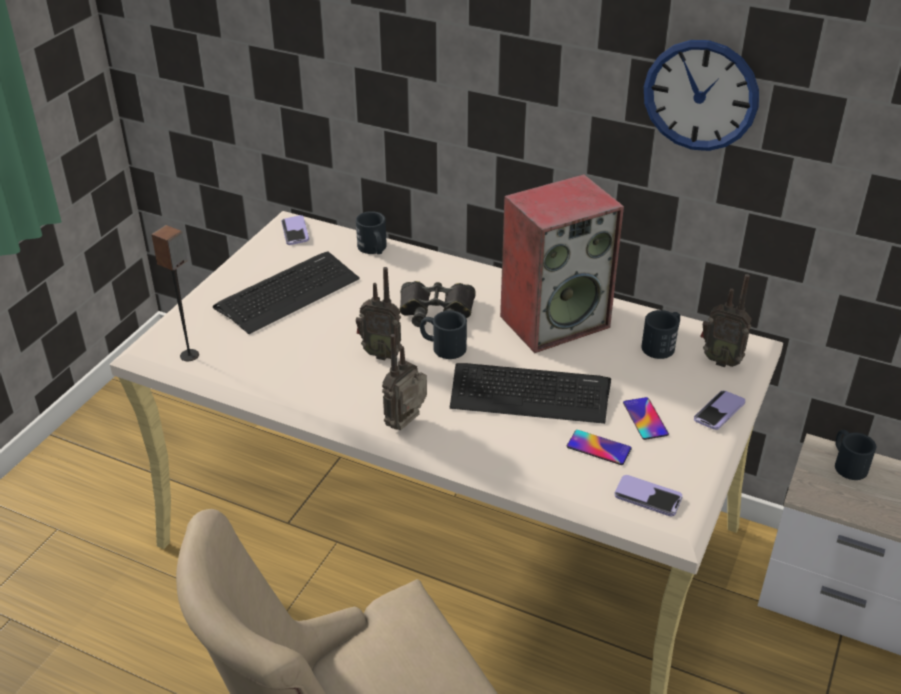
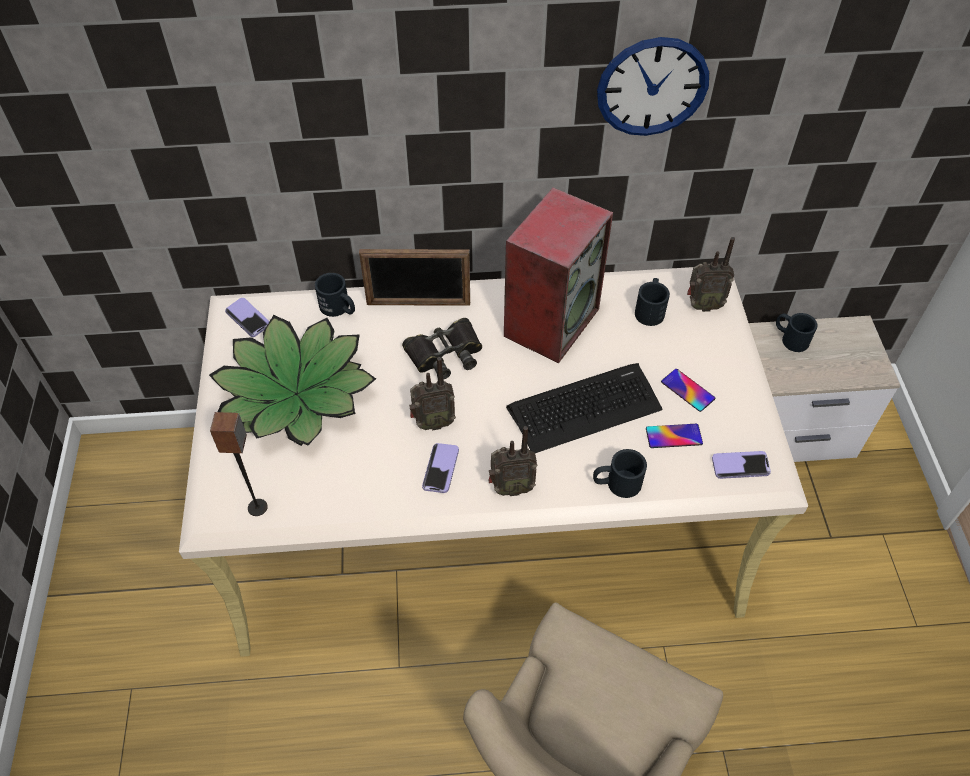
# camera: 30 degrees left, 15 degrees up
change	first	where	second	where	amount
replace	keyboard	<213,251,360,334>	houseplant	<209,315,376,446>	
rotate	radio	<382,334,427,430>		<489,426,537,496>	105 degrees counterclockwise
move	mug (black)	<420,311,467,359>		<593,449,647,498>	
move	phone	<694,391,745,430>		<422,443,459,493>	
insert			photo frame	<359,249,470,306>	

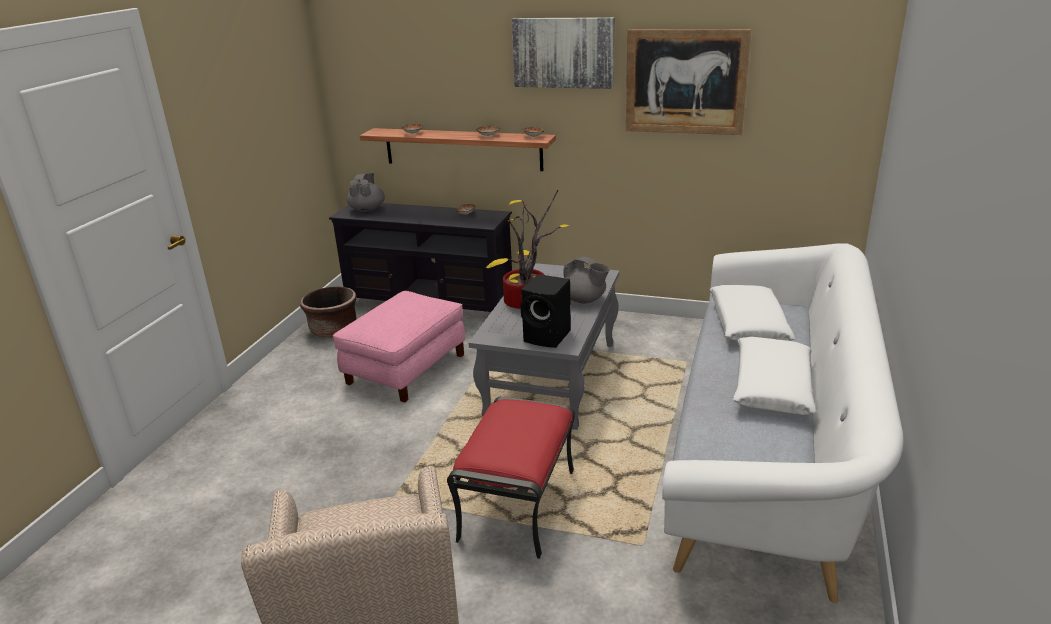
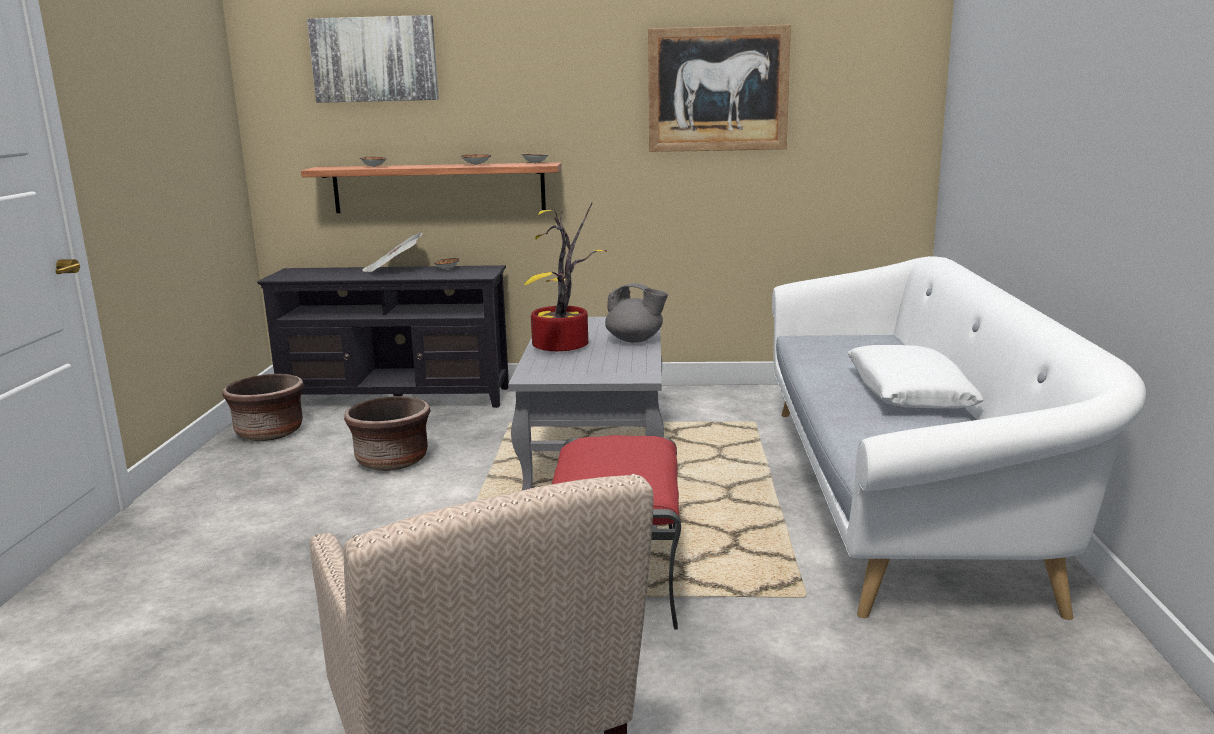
# camera: 15 degrees left, 10 degrees down
change	first	where	second	where	amount
replace	ottoman (pink)	<333,291,465,403>	planter (brownish)	<344,396,431,471>	
delete	pot for tea (grey)	<347,173,385,212>			
move	wall art	<511,17,615,89>		<307,15,439,103>	
delete	speaker (black)	<521,274,571,348>			
delete	pillow (white-coloured)	<710,285,795,341>			
insert			newspaper	<362,233,423,272>	

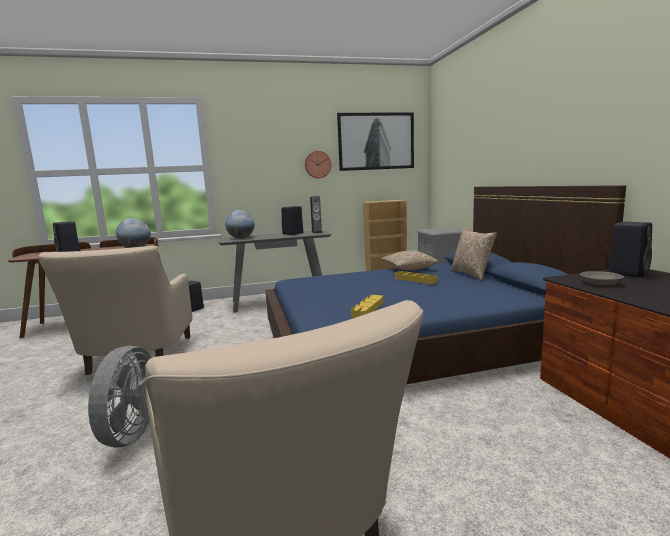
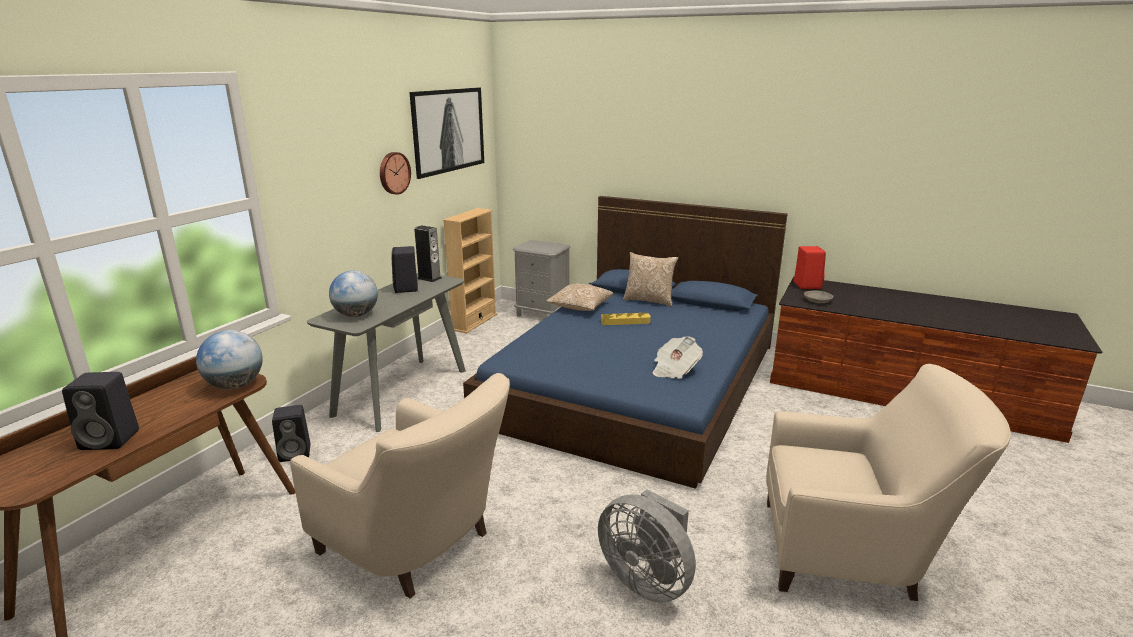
# camera: 50 degrees left, 10 degrees up
change	first	where	second	where	amount
replace	serving tray (yellow-coloured)	<351,295,383,318>	newspaper	<653,336,703,379>	
recolor	speaker (black)	<609,222,652,277>	speaker (reddish)	<794,246,826,289>	

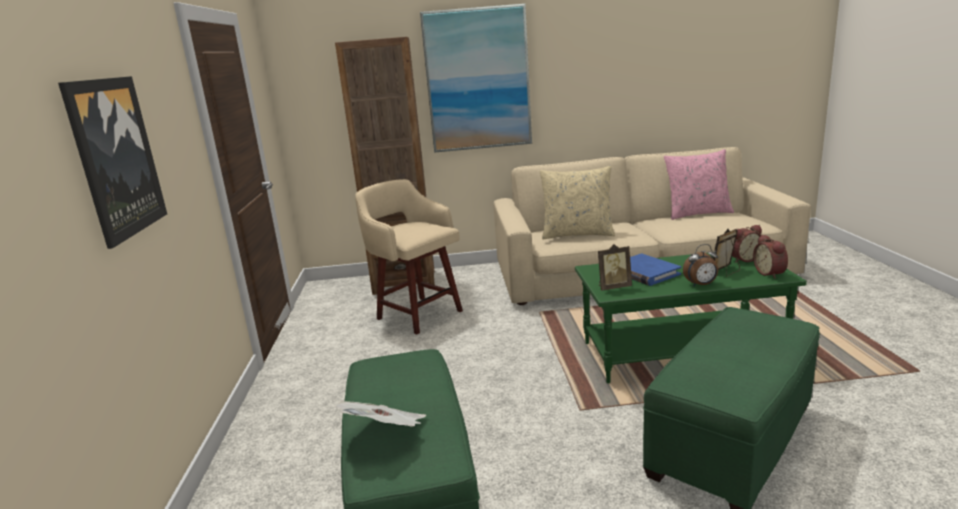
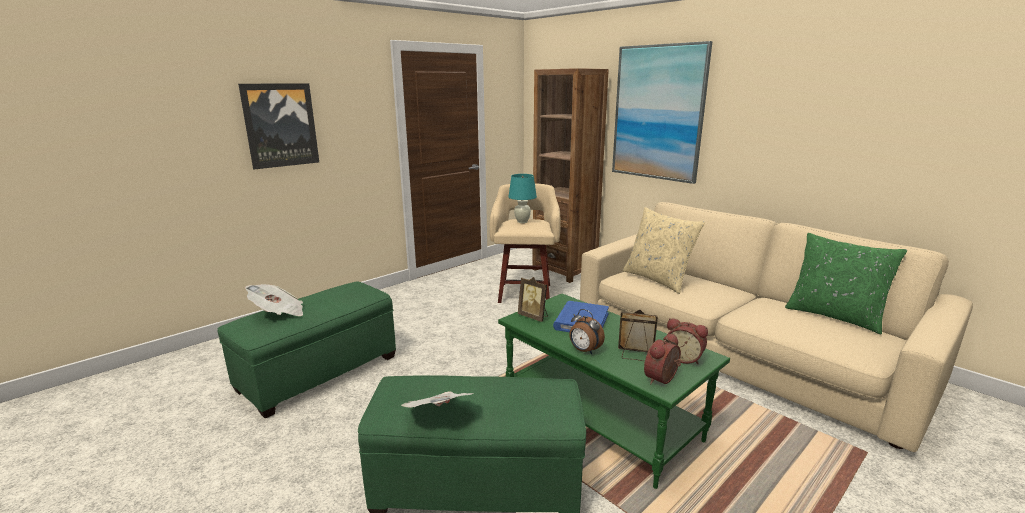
# camera: 50 degrees right, 0 degrees up
change	first	where	second	where	amount
recolor	pillow (pink)	<664,149,734,220>	pillow (green)	<785,233,907,334>	
insert			newspaper	<401,391,474,408>	
insert			lamp for a table (blue-green)	<508,174,537,223>	

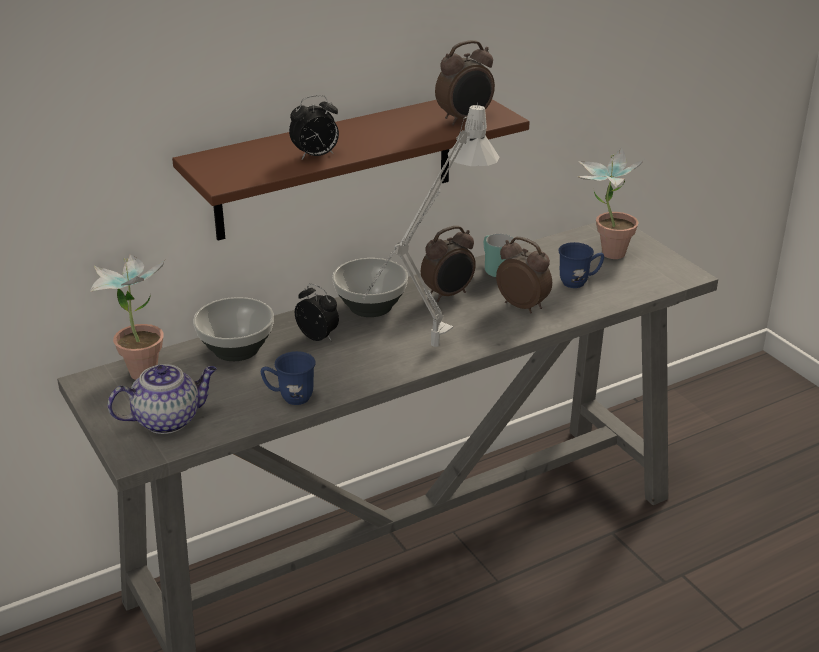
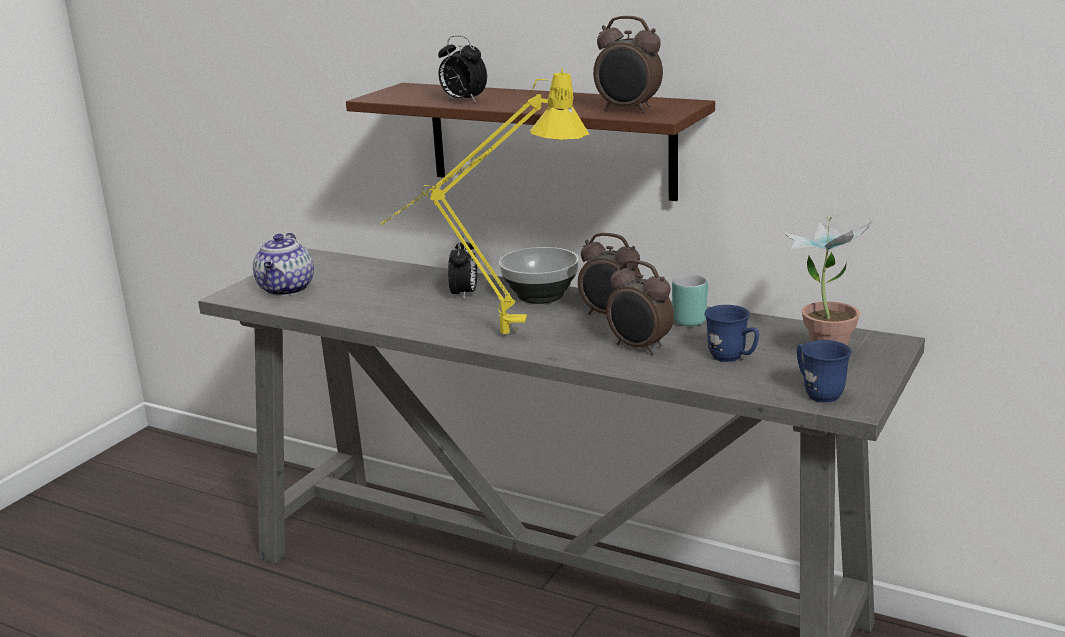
# camera: 60 degrees right, 10 degrees down
change	first	where	second	where	amount
delete	houseplant	<90,254,166,380>			
rotate	pot for tea	<108,364,217,434>		<253,233,314,296>	60 degrees clockwise
delete	serving bowl	<193,297,274,361>			
move	mug (bluish)	<260,351,315,405>		<797,340,852,403>	
recolor	lamp for a table (grey)	<363,104,499,347>	lamp for a table (yellow-coloured)	<380,69,589,334>	
rotate	table clock	<496,237,552,313>		<606,259,674,355>	120 degrees clockwise

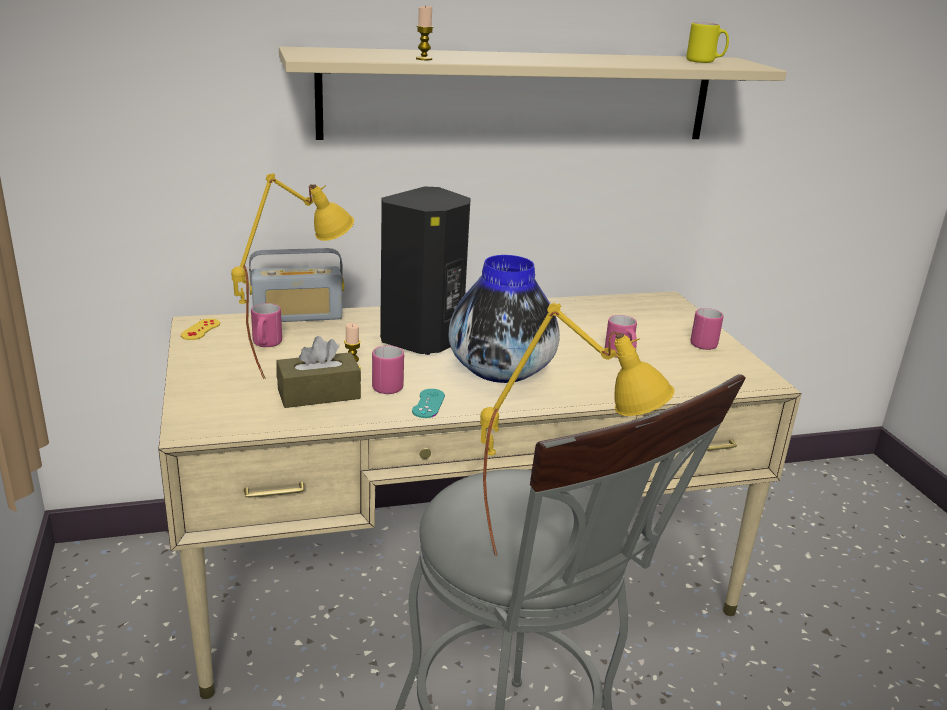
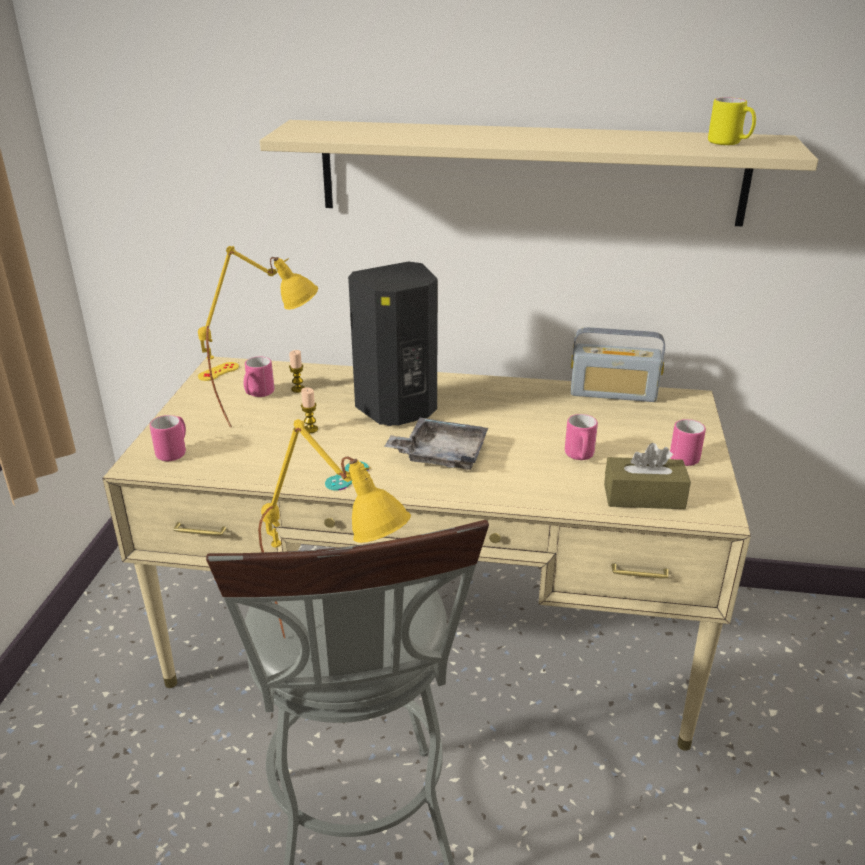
# camera: 25 degrees right, 5 degrees up
change	first	where	second	where	amount
move	radio	<249,248,344,322>		<571,327,665,402>	
move	tissue holder (brownish)	<276,336,361,408>		<604,443,691,509>	
move	mug (pink)	<372,346,404,394>		<150,415,186,461>	
move	wax light	<416,5,433,60>		<289,350,305,393>	
replace	decorative vase	<449,255,560,383>	serving tray (grey)	<384,418,488,470>	

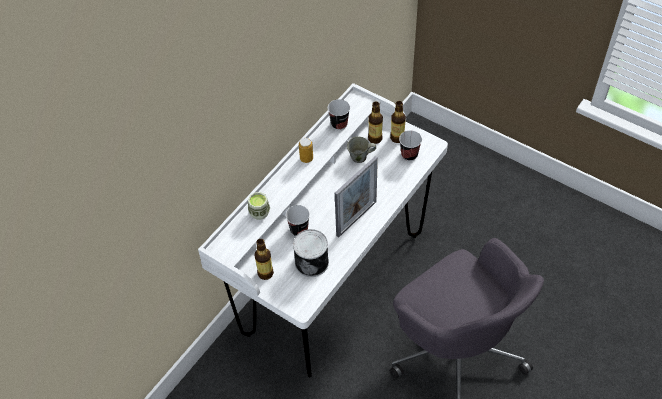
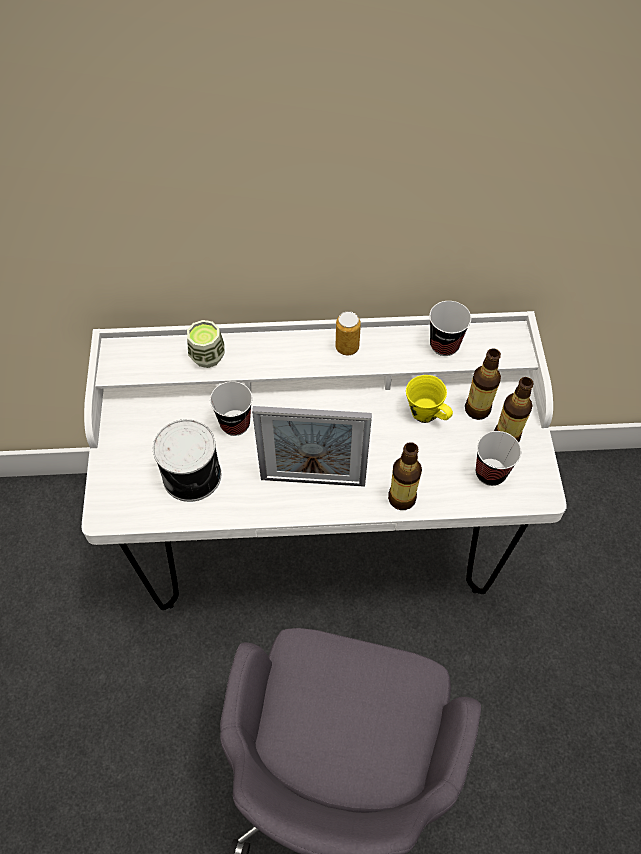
# camera: 50 degrees right, 5 degrees up
change	first	where	second	where	amount
move	drink bottle	<254,239,274,280>		<388,442,422,510>	
recolor	mug (grey)	<347,137,376,163>	mug (yellow-coloured)	<406,375,453,423>	

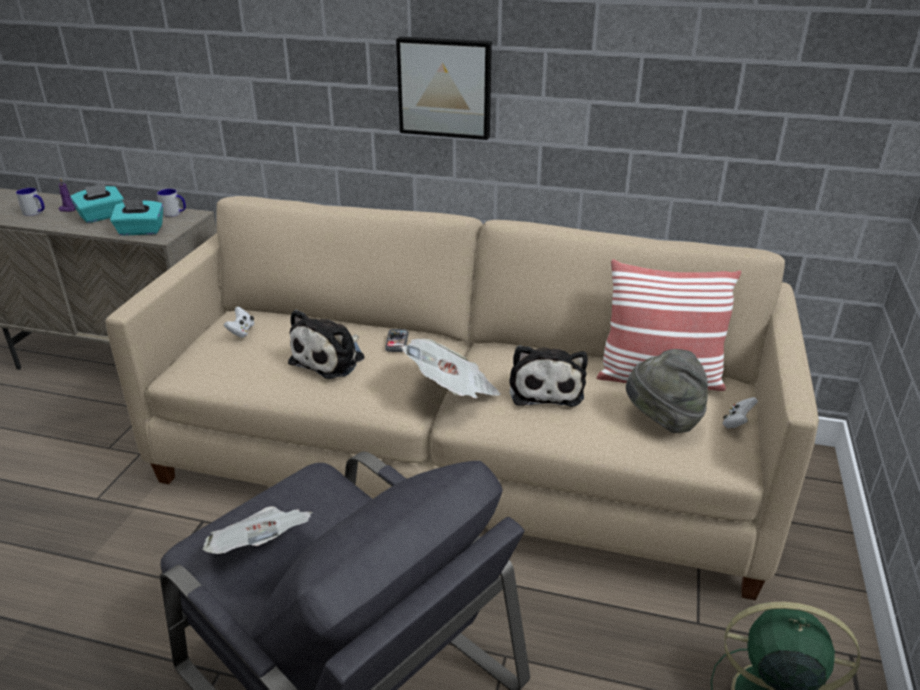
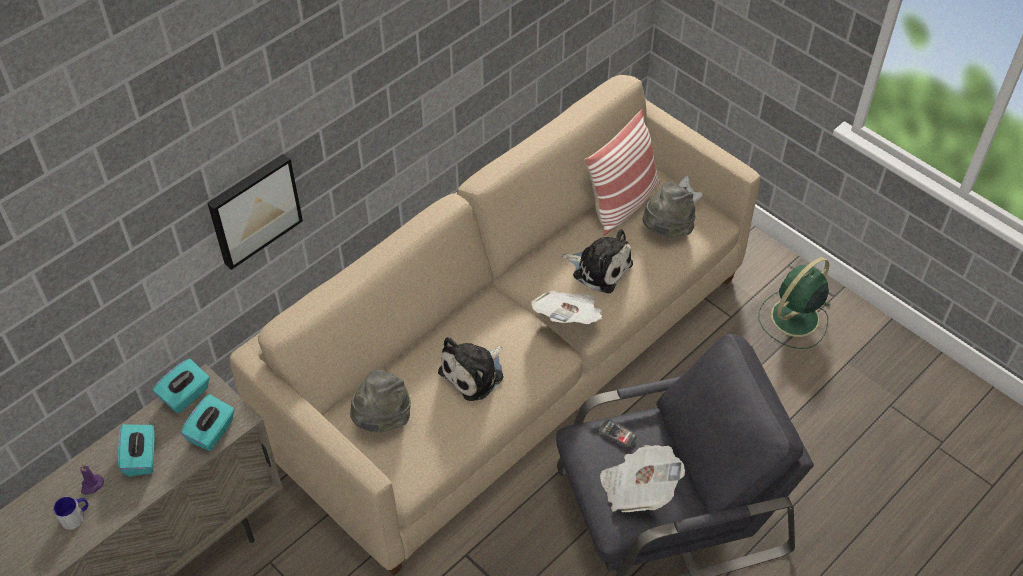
# camera: 60 degrees left, 20 degrees up
change	first	where	second	where	amount
replace	mug	<157,189,186,217>	tissue holder (blue-green)	<153,359,210,413>	
replace	game controller (white-coloured)	<224,306,254,338>	hat (grey)	<350,370,411,432>	
rotate	plush toy	<288,309,365,379>		<438,337,503,401>	75 degrees clockwise
move	phone	<385,329,409,352>		<599,420,637,447>	
move	wall art	<396,37,492,140>		<207,154,303,270>	

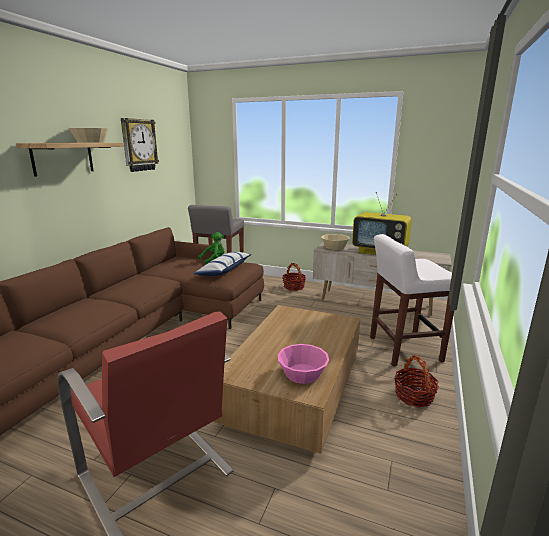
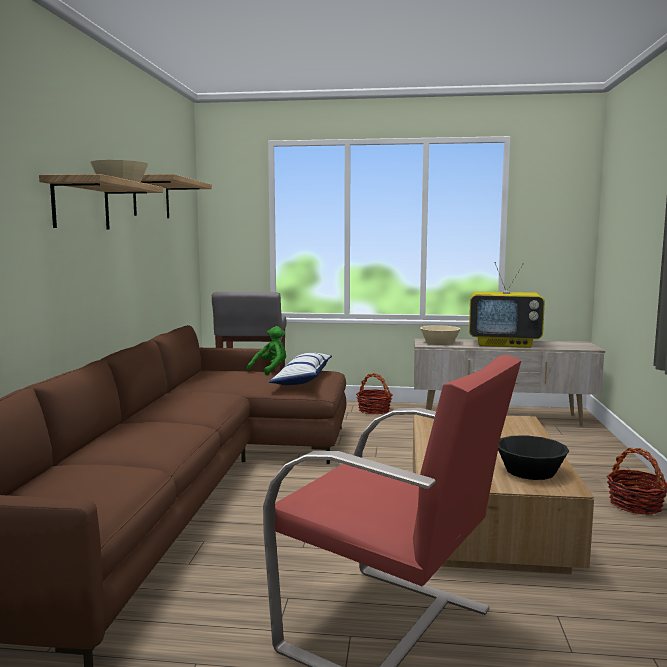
# camera: 15 degrees left, 10 degrees down
change	first	where	second	where	amount
replace	wall clock	<121,118,159,172>	shelf	<133,174,212,218>	
recolor	serving bowl (pink)	<278,344,329,384>	serving bowl (black)	<498,435,569,480>	
delete	stool (white-coloured)	<370,234,454,366>			

